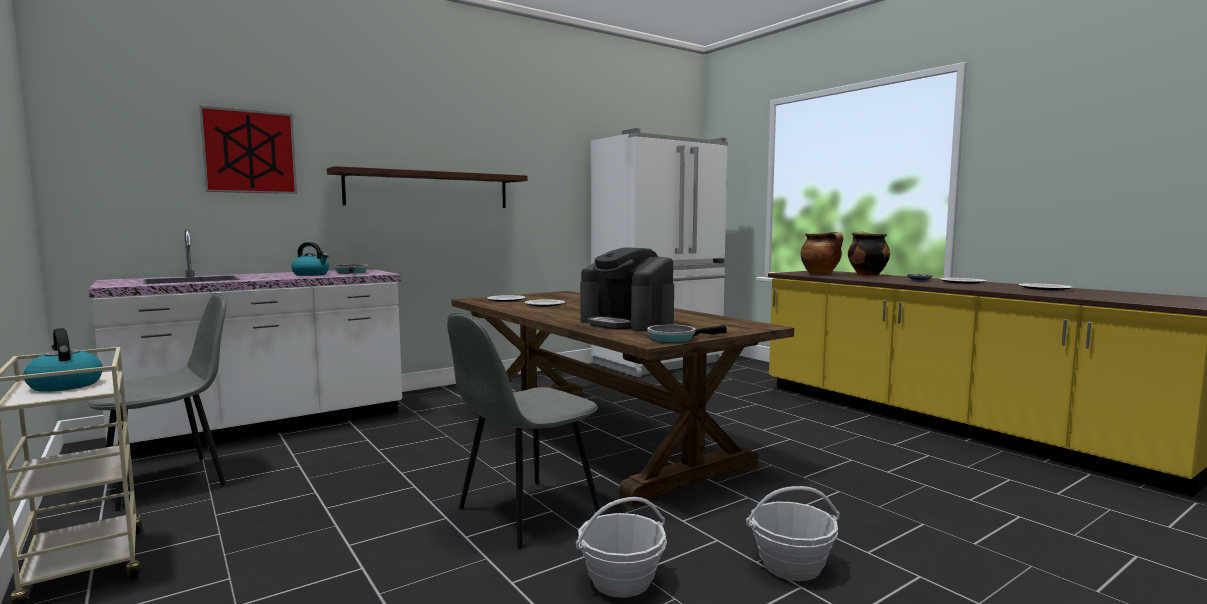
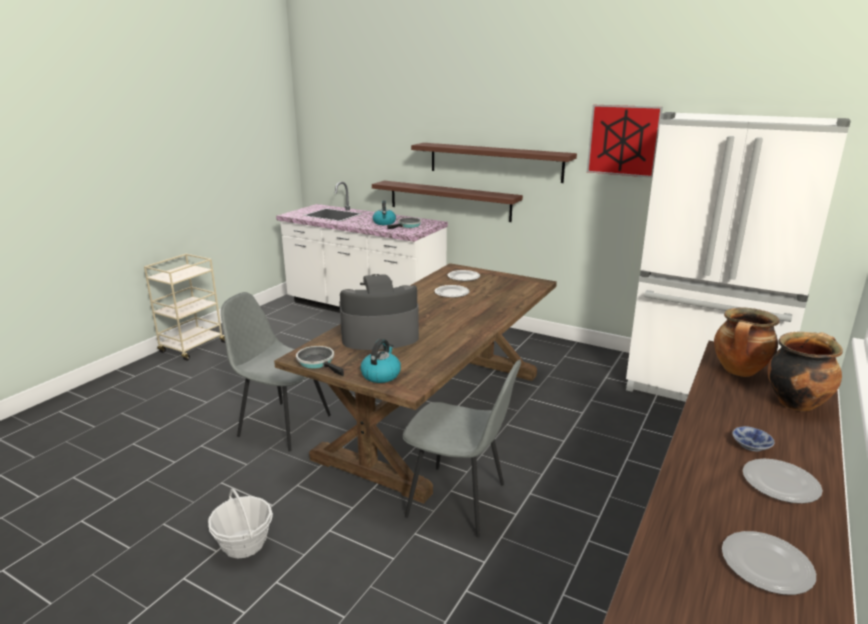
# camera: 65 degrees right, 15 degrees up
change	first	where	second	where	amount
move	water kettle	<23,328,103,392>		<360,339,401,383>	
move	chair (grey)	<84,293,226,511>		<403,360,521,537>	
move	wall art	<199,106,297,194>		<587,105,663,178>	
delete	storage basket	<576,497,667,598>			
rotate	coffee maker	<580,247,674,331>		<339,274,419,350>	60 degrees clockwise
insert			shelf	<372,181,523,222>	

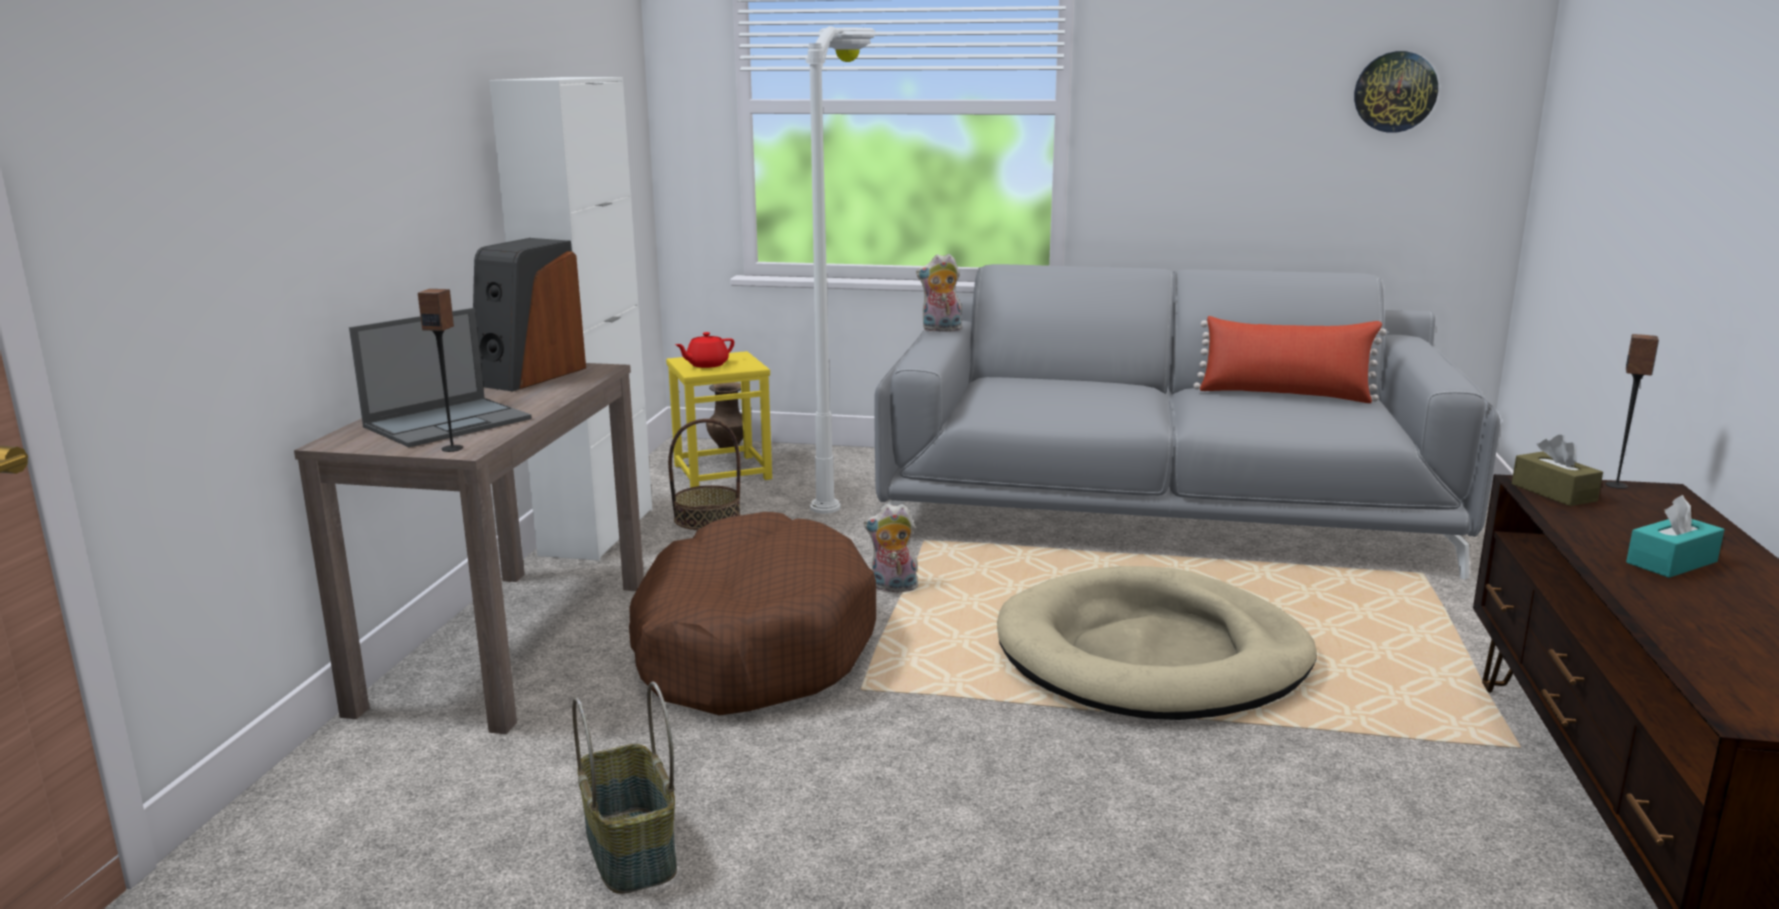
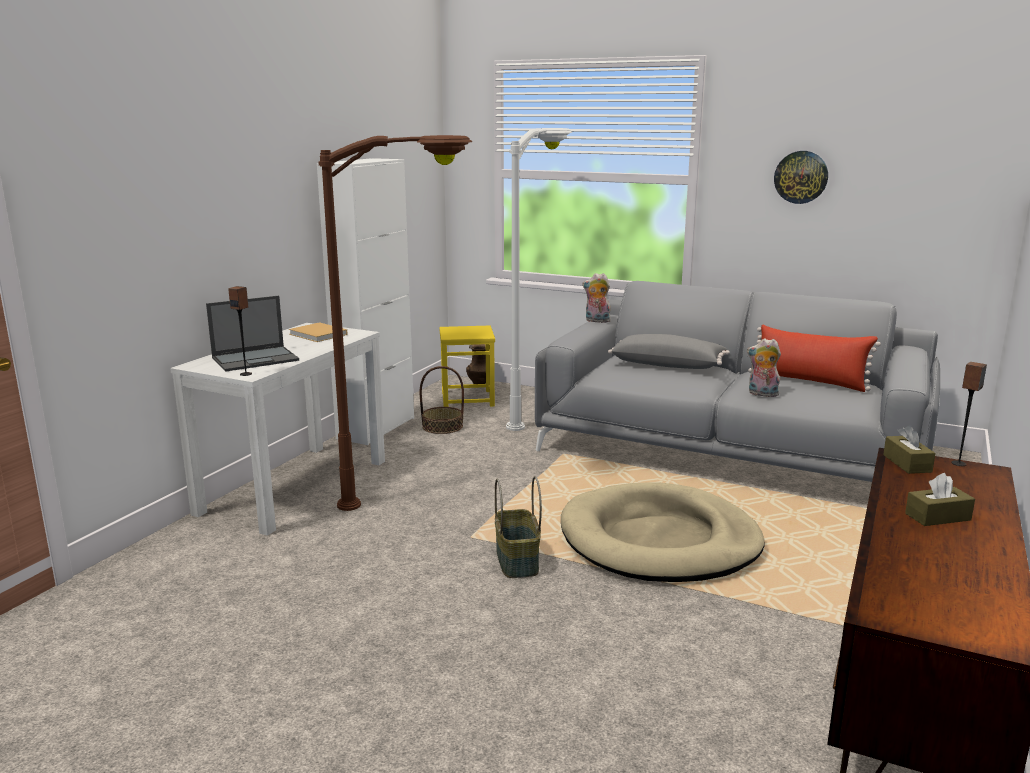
# camera: 15 degrees right, 0 degrees up
change	first	where	second	where	amount
recolor	console table (brownish)	<294,363,644,734>	console table (white-coloured)	<170,323,385,536>	
replace	speaker	<473,238,586,391>	book (beige-coloured)	<289,322,348,342>	
move	storage basket	<572,682,677,894>		<495,476,542,578>	
replace	pet bed (brownish)	<629,512,876,716>	floor lamp (brownish)	<318,135,472,511>	
delete	pot for tea (reddish)	<675,332,734,368>			
move	plush toy	<864,504,920,595>		<747,339,781,397>	
move	wall clock	<1354,51,1438,133>		<774,151,828,204>	
recolor	tissue holder (blue-green)	<1626,495,1724,578>	tissue holder (brownish)	<905,473,975,526>	
insert			pillow (grey)	<608,334,730,369>	

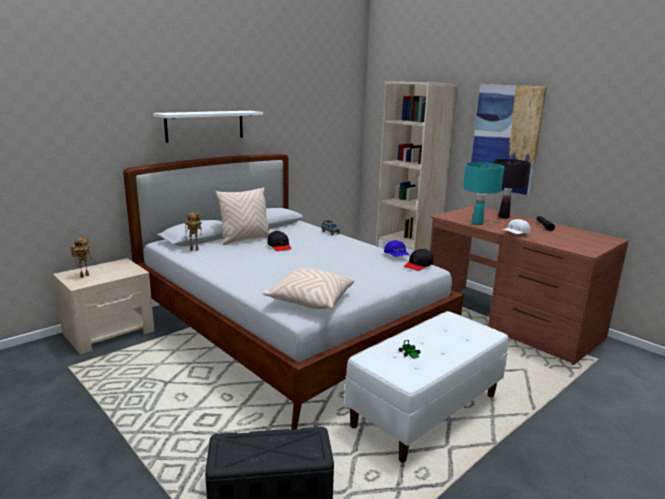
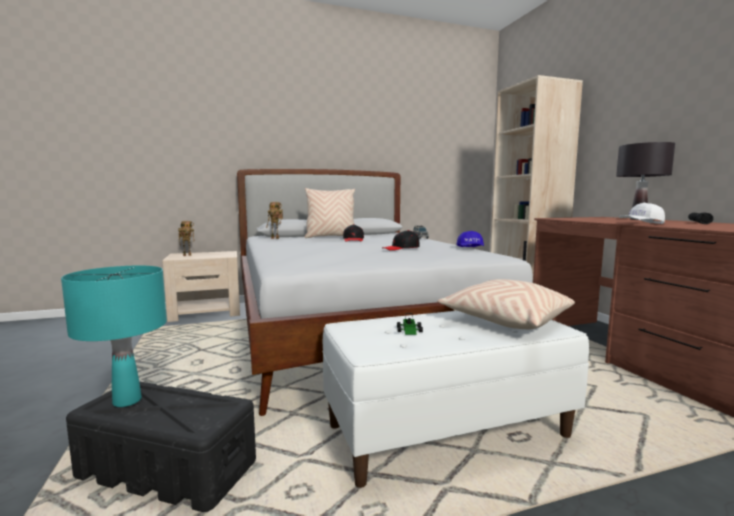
# camera: 25 degrees right, 10 degrees down
change	first	where	second	where	amount
delete	shelf (white-coloured)	<153,111,263,143>			
move	pillow (beige-coloured)	<262,268,354,309>		<437,279,575,329>	
move	peaked cap (black)	<404,248,433,271>		<382,230,420,251>	
move	lamp for a table (blue-green)	<463,162,505,225>		<61,266,167,407>	
delete	wall art	<471,84,547,195>			

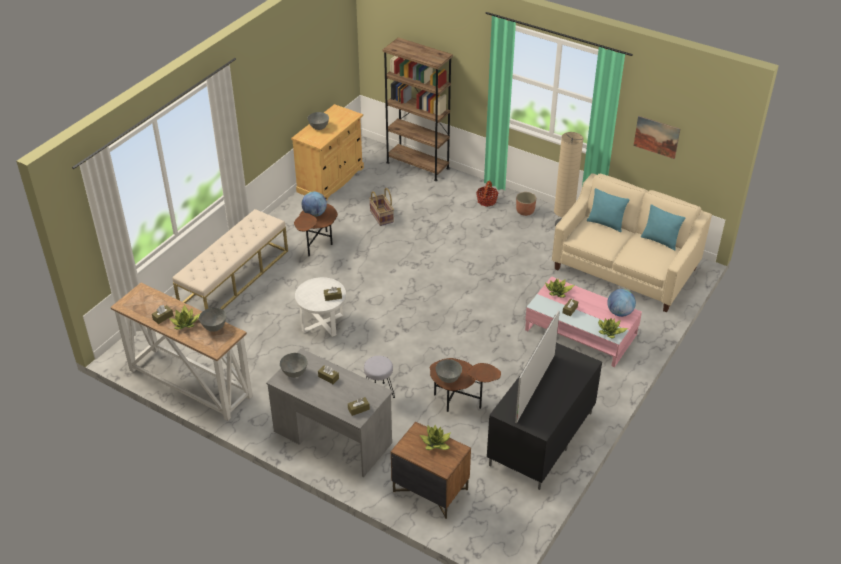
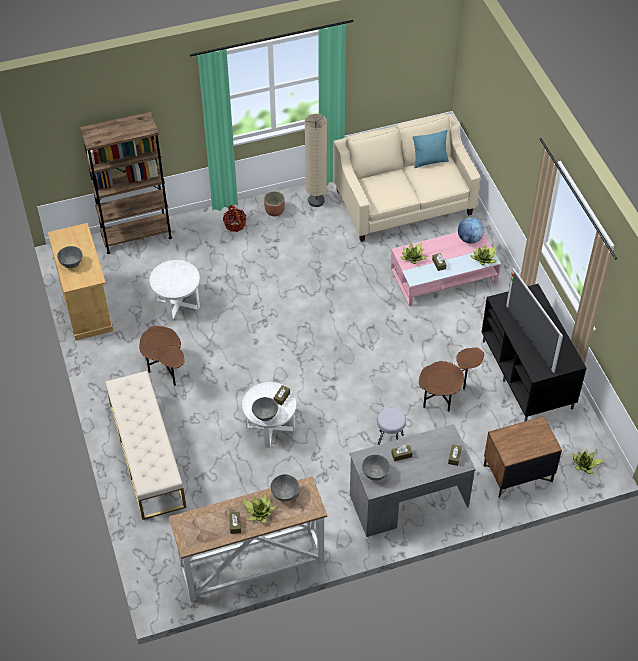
# camera: 50 degrees left, 10 degrees up
change	first	where	second	where	amount
delete	globe	<302,191,327,217>			
replace	storage basket	<369,188,394,226>	accent table (white-coloured)	<150,260,200,321>	
move	houseplant	<420,425,451,450>		<572,449,604,474>	
move	serving bowl (grey)	<436,359,462,383>		<252,397,278,421>	
delete	pillow (blue-green)	<587,188,630,232>			
delete	wall art	<634,116,680,159>			

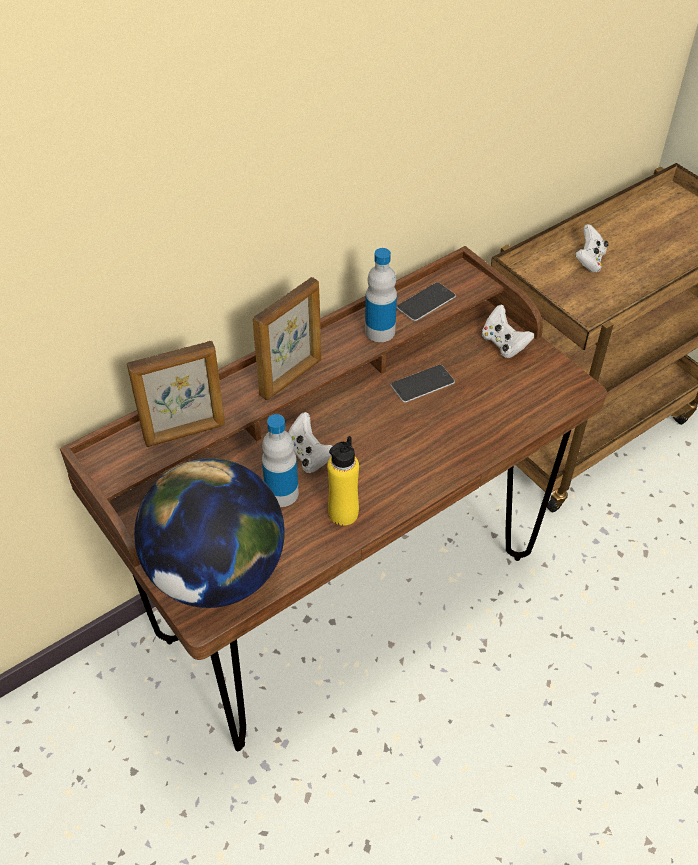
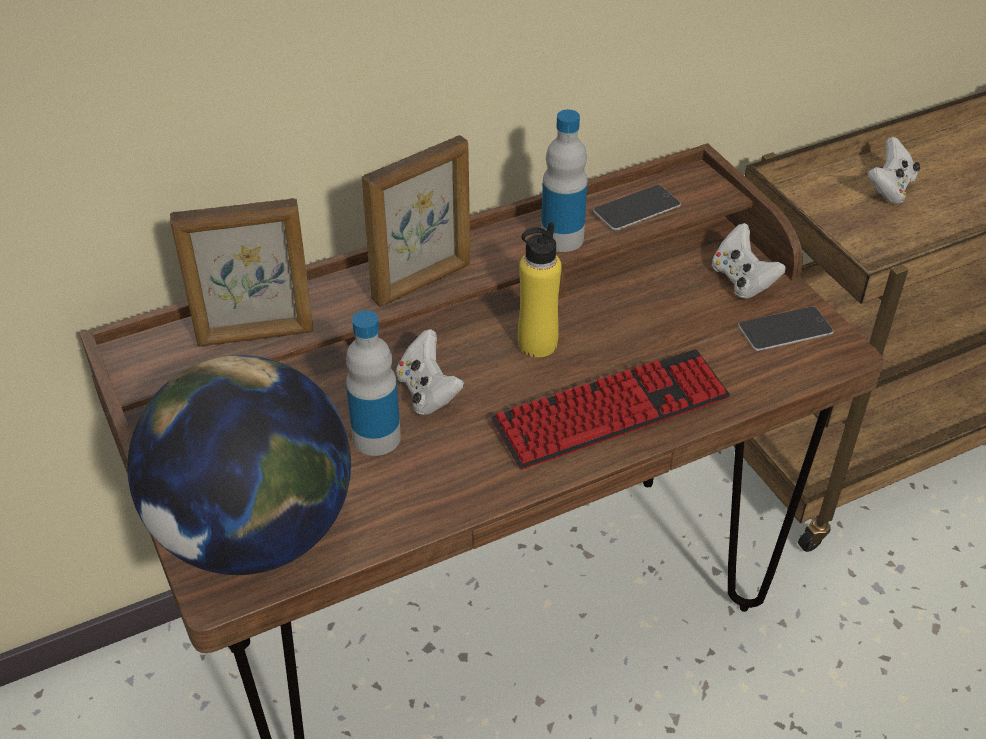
# camera: 10 degrees right, 5 degrees down
change	first	where	second	where	amount
move	drink bottle (yellow-coloured)	<327,436,359,526>		<518,222,562,357>	
move	phone	<391,365,455,403>		<738,306,834,351>	
insert			keyboard	<491,349,730,470>	

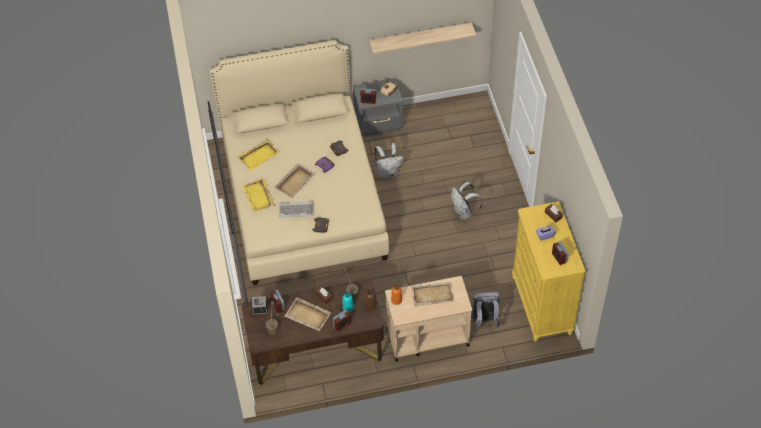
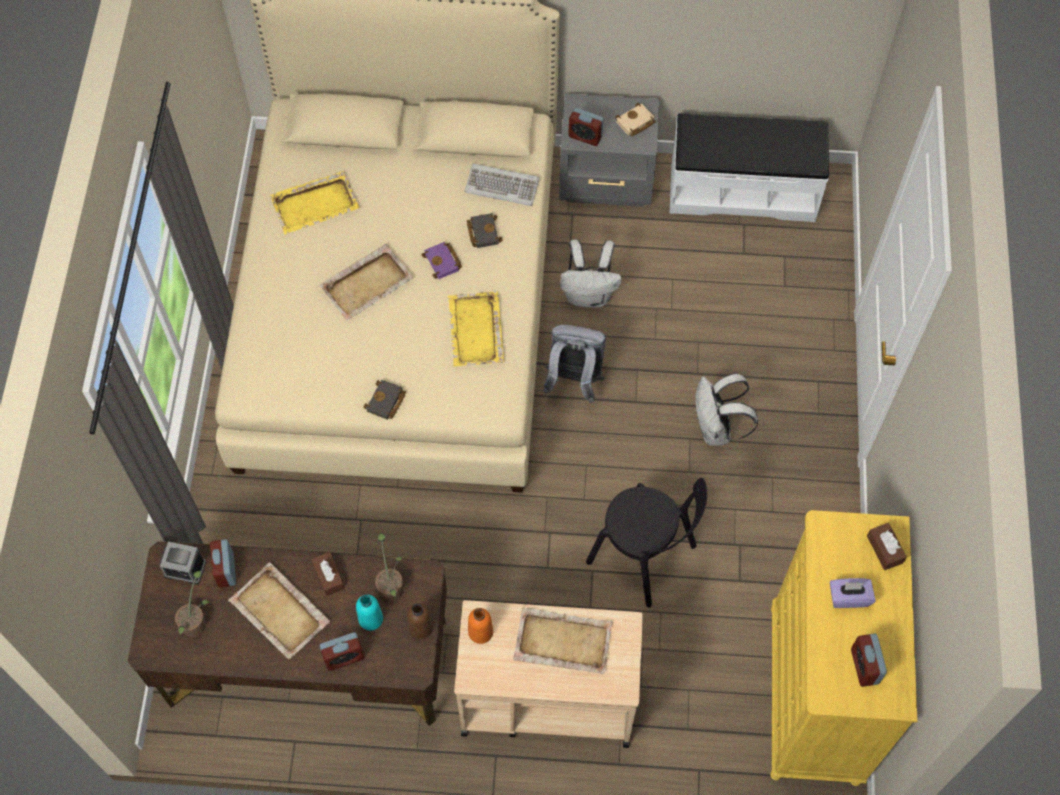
# camera: 15 degrees right, 10 degrees up
change	first	where	second	where	amount
move	serving tray (yellow-coloured)	<242,178,275,212>		<448,291,504,366>	
move	keyboard	<279,202,313,218>		<464,164,539,206>	
delete	shelf	<369,22,476,54>			
move	backpack (grey)	<471,292,501,330>		<543,325,606,403>	
insert			chair (black)	<586,478,707,608>	
insert			long seat (white-coloured)	<670,113,829,222>	

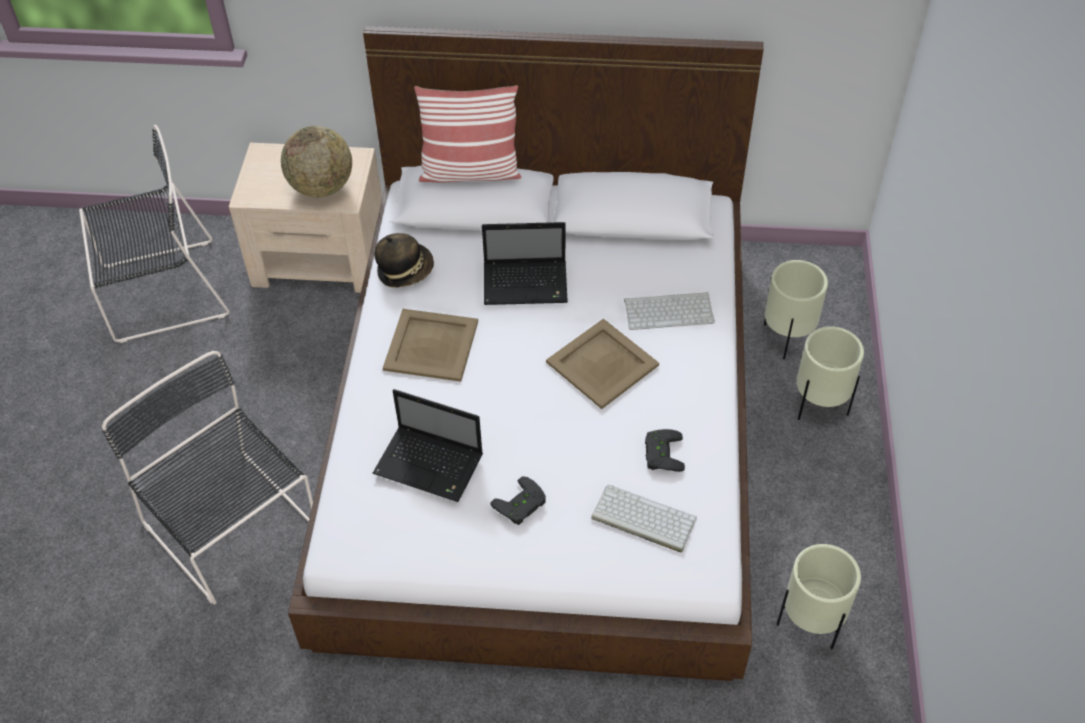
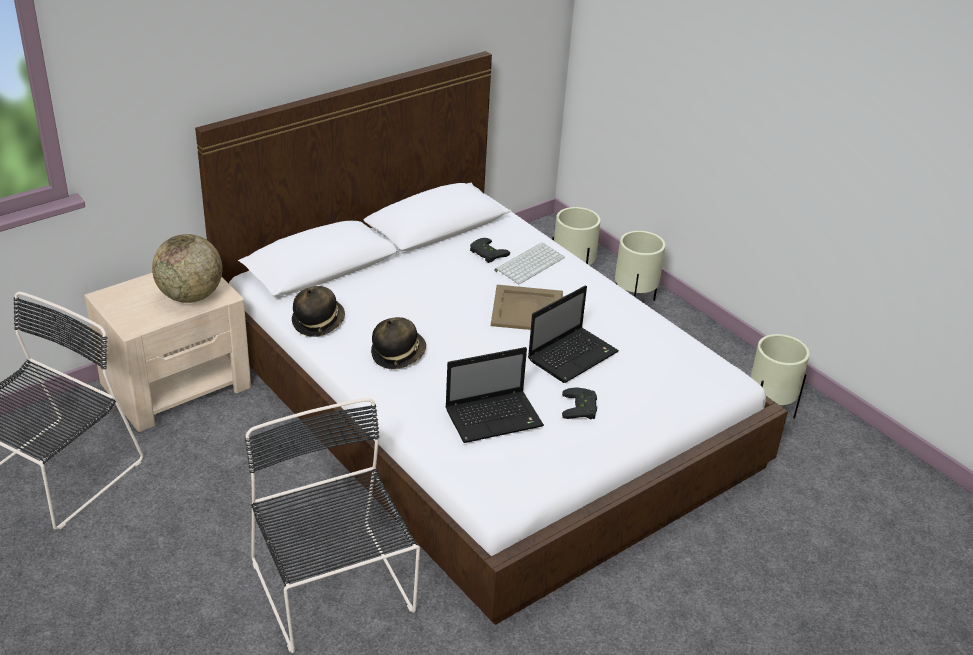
# camera: 45 degrees left, 15 degrees down
change	first	where	second	where	amount
rotate	chair (black)	<102,351,313,605>		<245,398,420,653>	60 degrees clockwise
replace	serving tray (beige-coloured)	<383,309,478,382>	hat	<371,317,426,369>	
delete	pillow	<414,85,521,183>			
move	portable computer	<482,222,568,305>		<528,285,619,383>	
delete	keyboard	<591,485,697,553>			
move	game controller (black)	<645,429,685,472>		<470,238,510,263>	

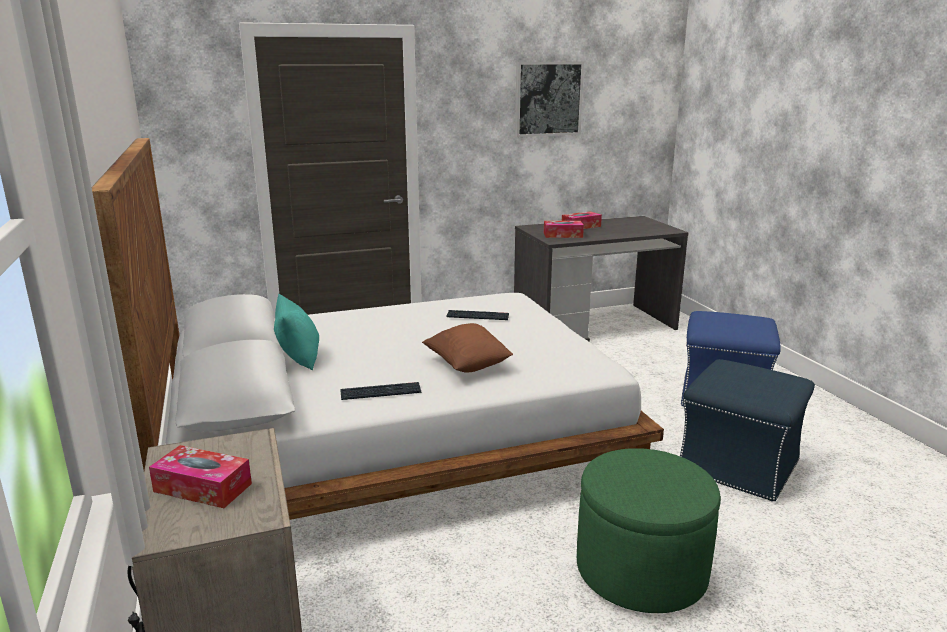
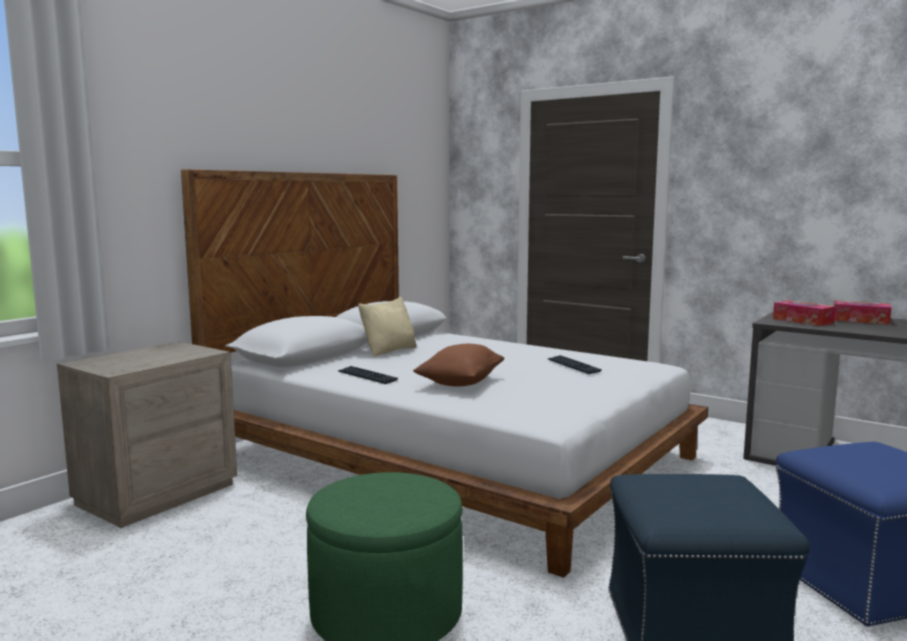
# camera: 55 degrees right, 10 degrees down
change	first	where	second	where	amount
delete	tissue holder	<149,445,252,508>			
recolor	pillow (blue-green)	<274,294,319,370>	pillow (beige-coloured)	<358,296,417,357>	
delete	wall art	<515,62,584,137>			

